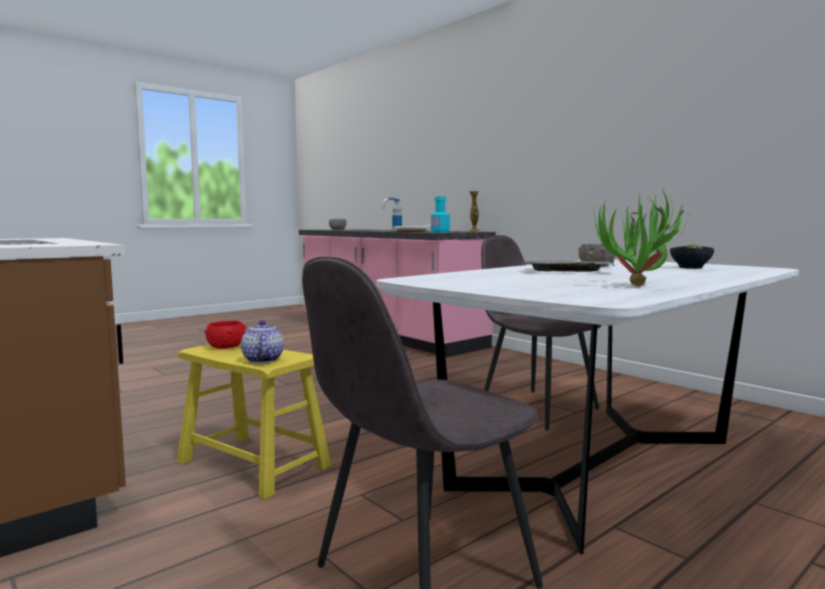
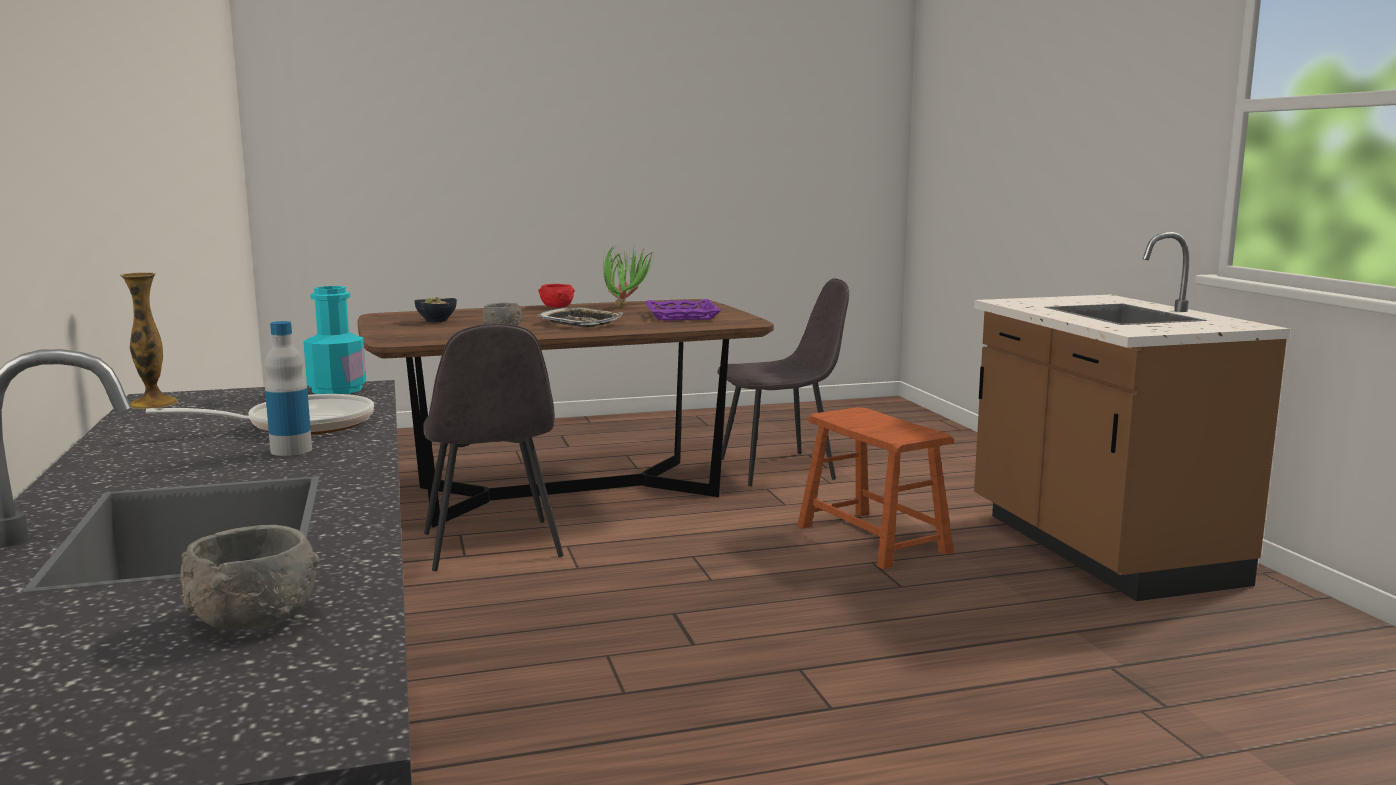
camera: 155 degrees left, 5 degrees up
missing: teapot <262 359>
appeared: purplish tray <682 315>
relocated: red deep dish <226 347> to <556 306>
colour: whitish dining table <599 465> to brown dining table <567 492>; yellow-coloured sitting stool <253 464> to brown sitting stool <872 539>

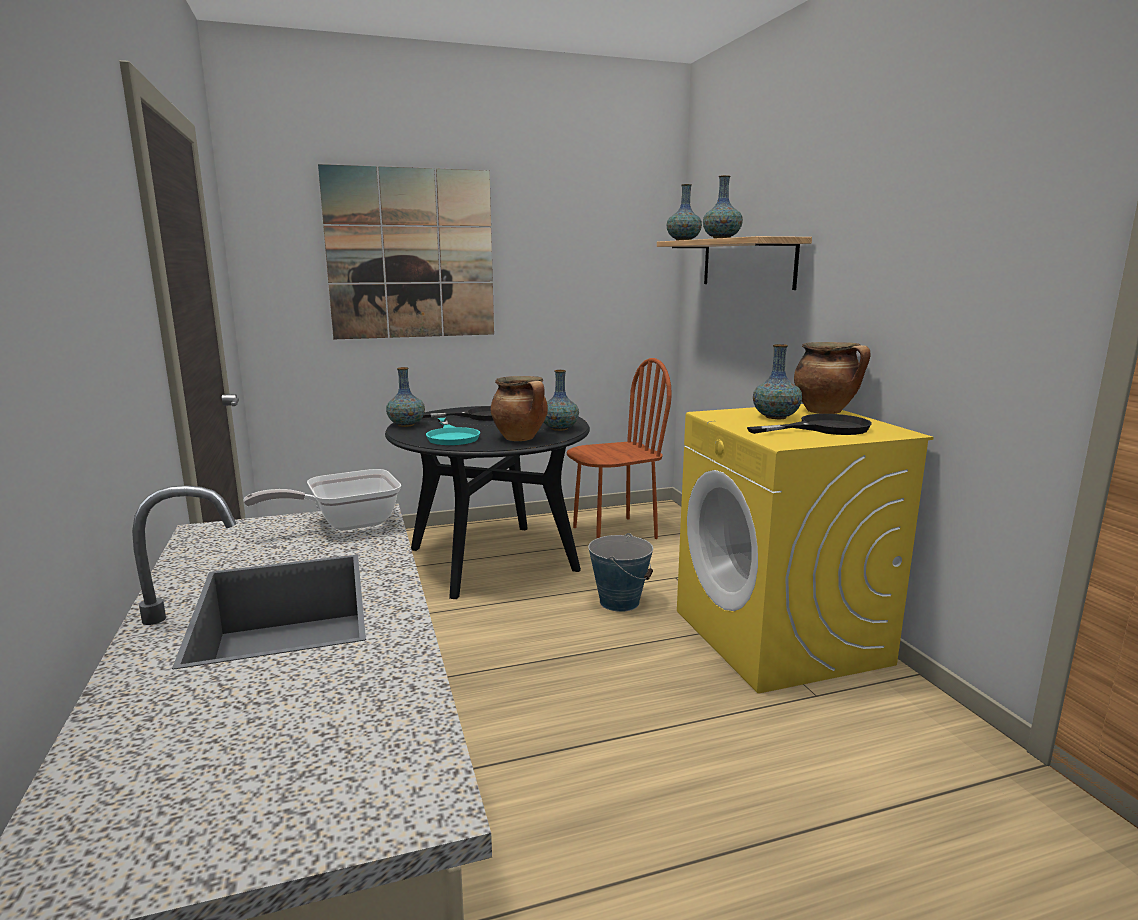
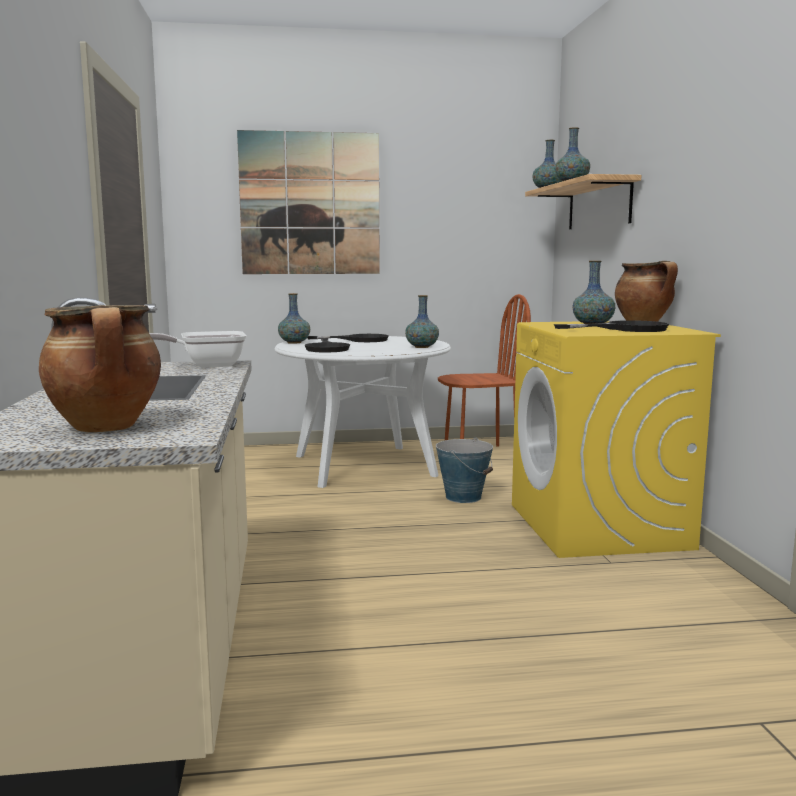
camera: 10 degrees right, 5 degrees down
relocated: saucepot <521 438> to <107 428>
colour: black dining table <492 559> to whitish dining table <364 465>; blue-green frying pan <451 436> to black frying pan <327 348>

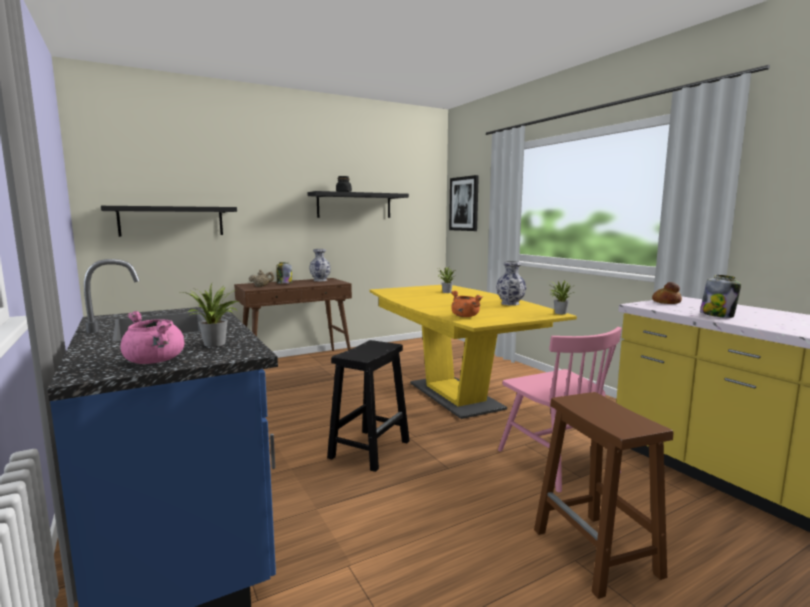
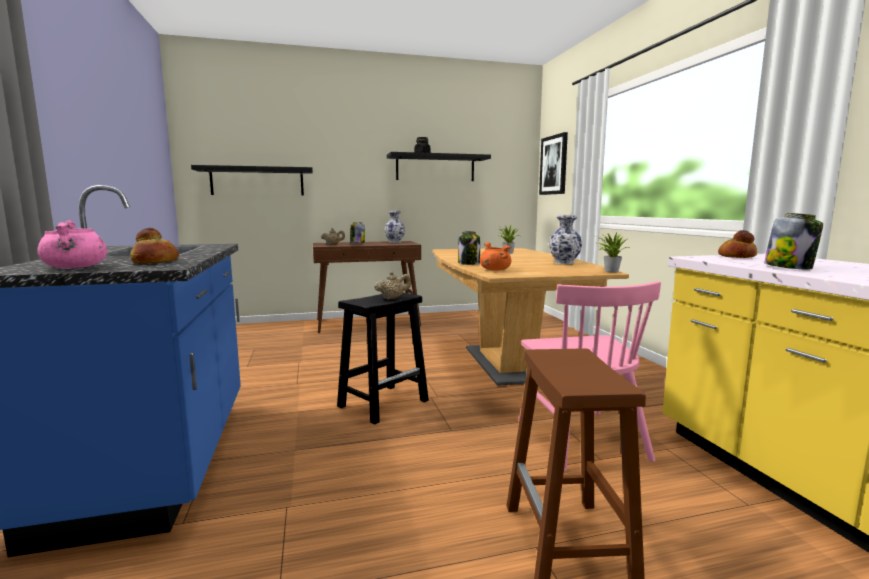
camera: 15 degrees right, 0 degrees up
appeared: preserve jar <469 263>; sand-coloured teapot <392 298>
exchanged: houseplant <215 344> to baked bread <156 261>
colour: yellow-coloured dining table <455 396> to brown dining table <505 363>

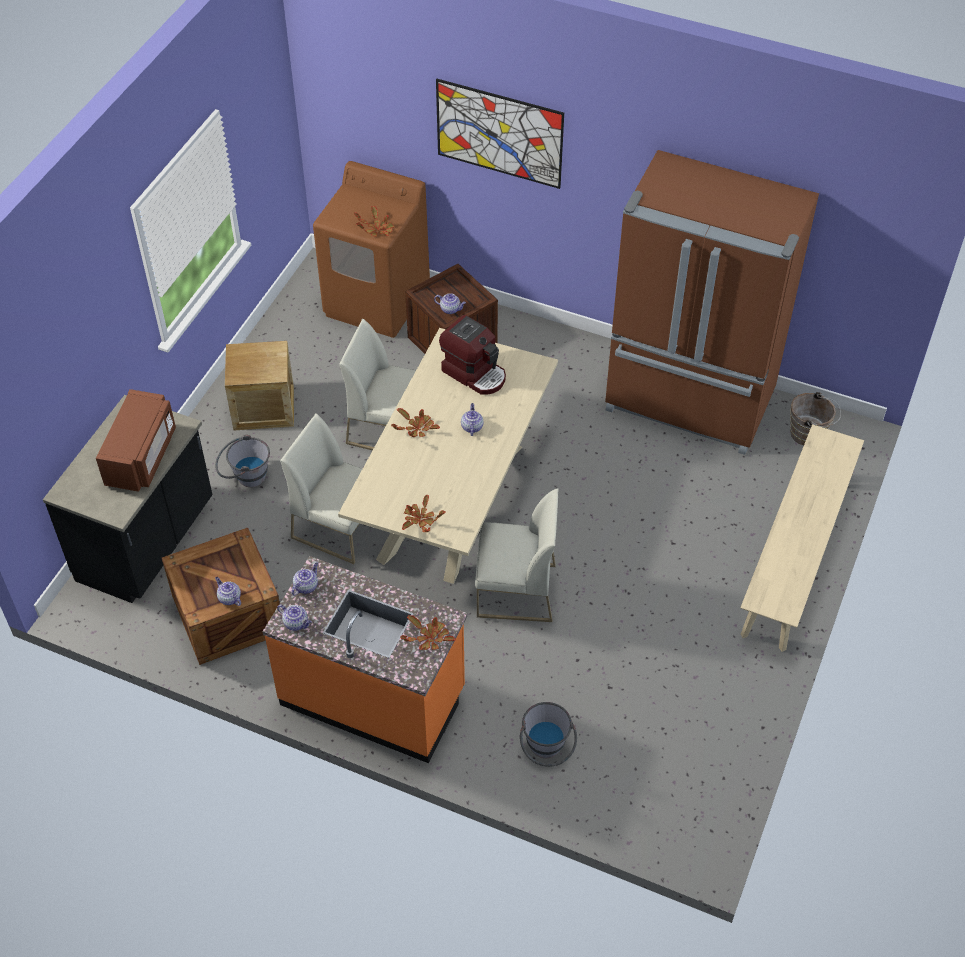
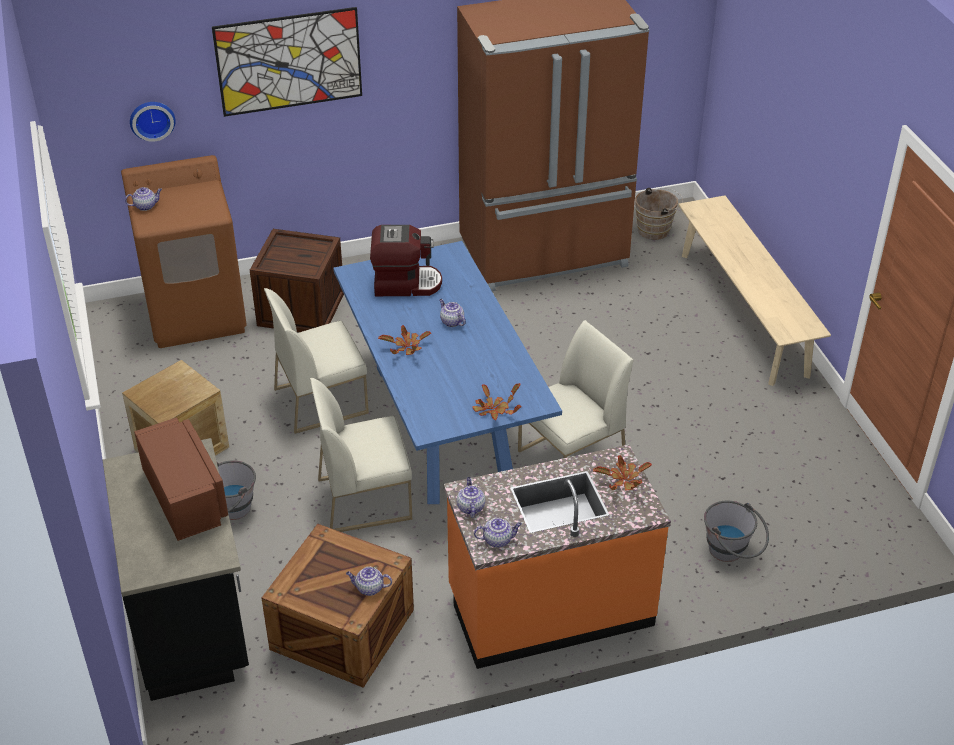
camera: 40 degrees left, 10 degrees down
missing: houseplant <377 229>
appeared: wall clock <152 119>
relocated: teapot <450 309> to <146 206>
colour: sand-coloured dining table <453 501> to blue dining table <441 422>

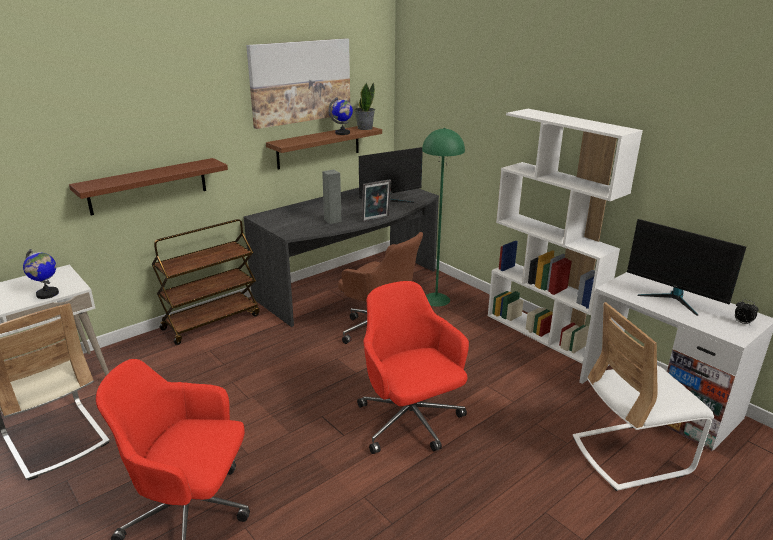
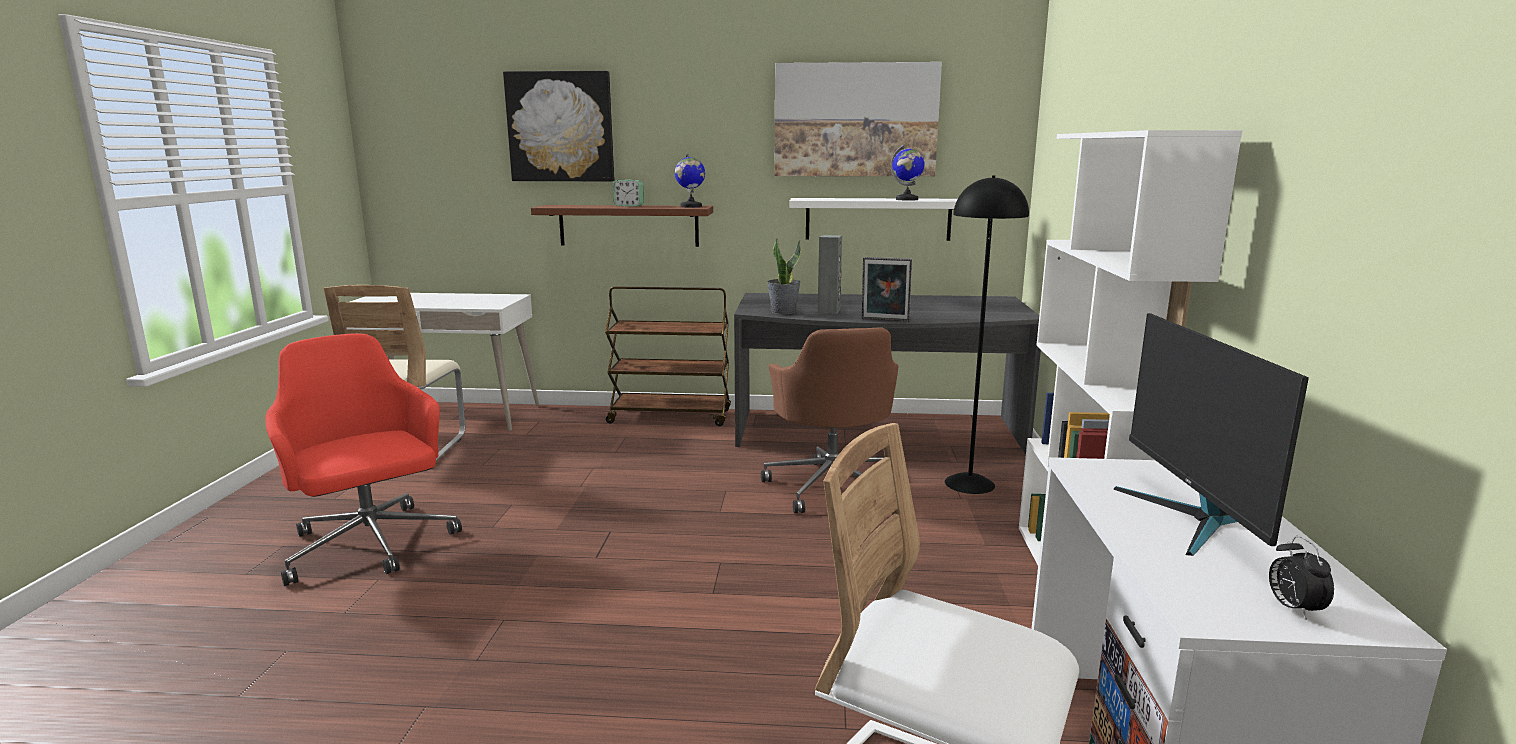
camera: 45 degrees right, 10 degrees down
missing: computer screen <390 202>; red desk chair <410 422>
appeared: wall art <560 127>; bedside clock <629 206>
relocated: houseplant <364 128> to <783 311>; globe <47 294> to <691 206>
colour: brown bracket shelf <319 146> to whitish bracket shelf <878 219>; green floor lamp <435 299> to black floor lamp <969 483>

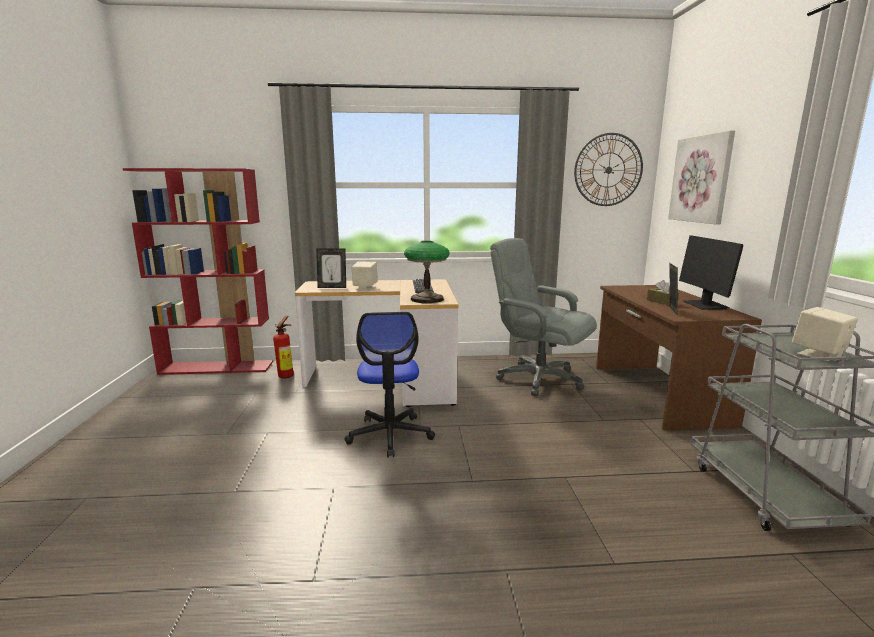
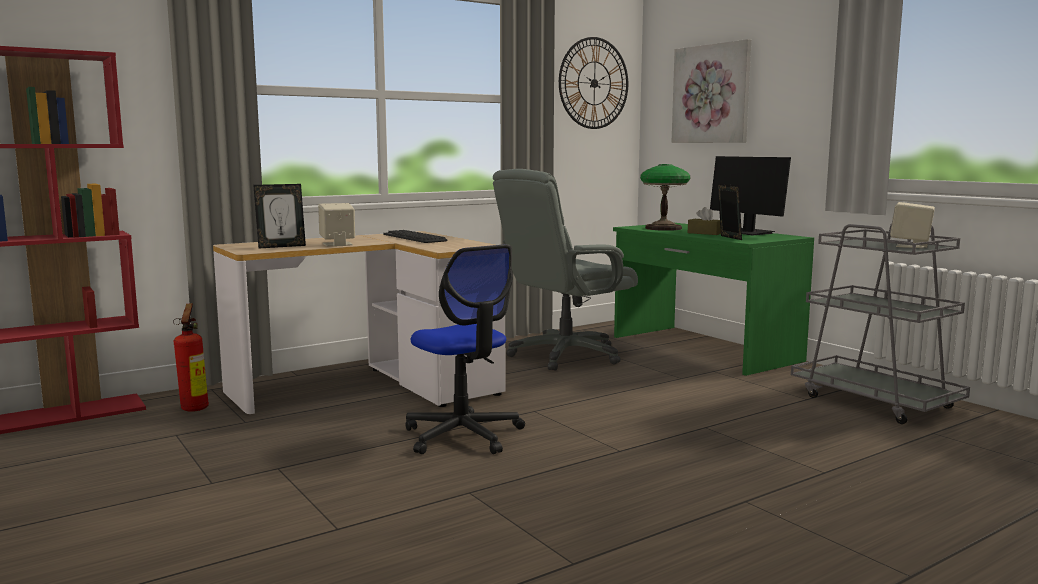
camera: 30 degrees left, 5 degrees down
relocated: table lamp <427 299> to <663 228>
colour: brown desk unit <656 393> to green desk unit <702 349>
spun: gray desk chair <538 379> = <564 356> 45 degrees counterclockwise

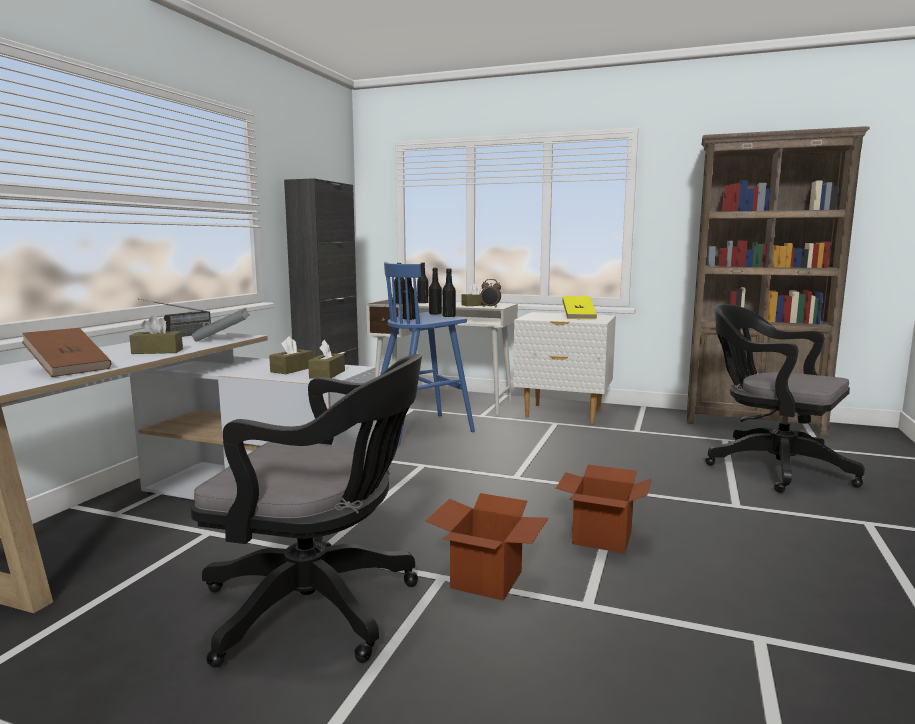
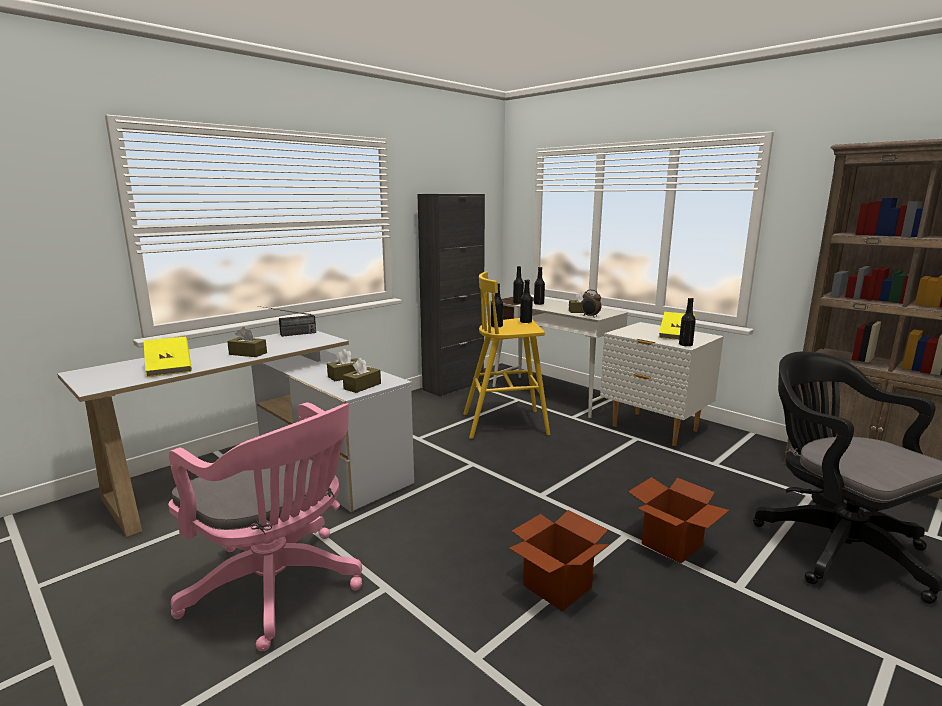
camera: 25 degrees right, 5 degrees up
missing: gray book <222 338>
relocated: black drink bottle <449 316> to <685 345>; cardboard box <486 579> to <671 544>
colour: blue sitting stool <422 429> to yellow-coloured sitting stool <506 424>; brown book <69 369> to yellow-coloured book <169 368>; black desk chair <320 608> to pink-coloured desk chair <279 588>

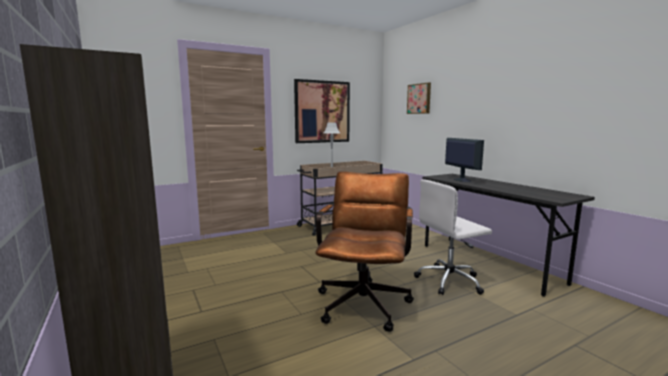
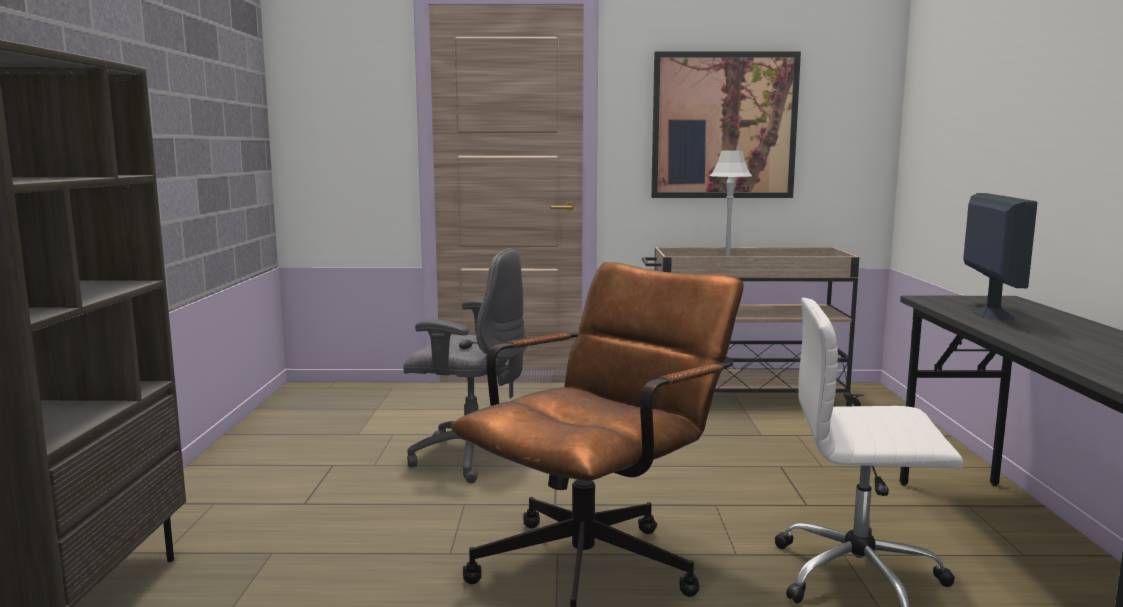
camera: 30 degrees right, 0 degrees up
missing: wall art <419 98>
appeared: gray desk chair <471 456>

